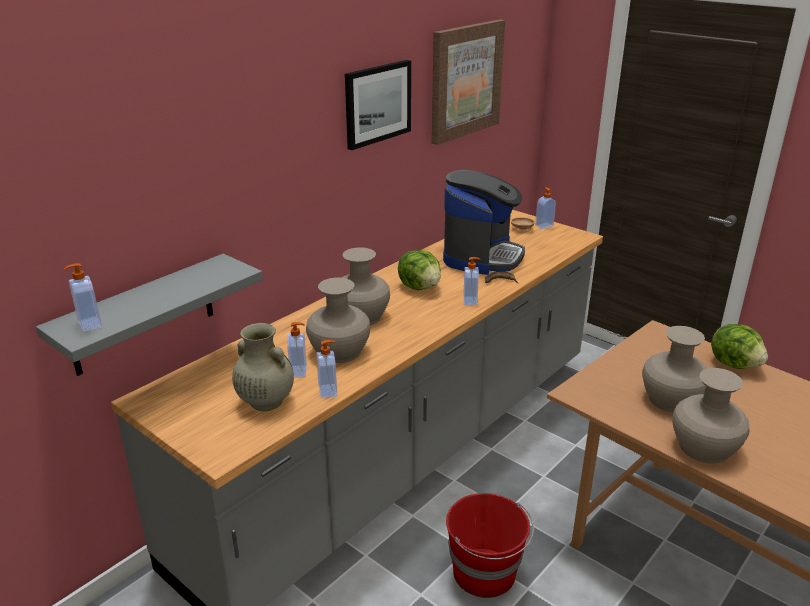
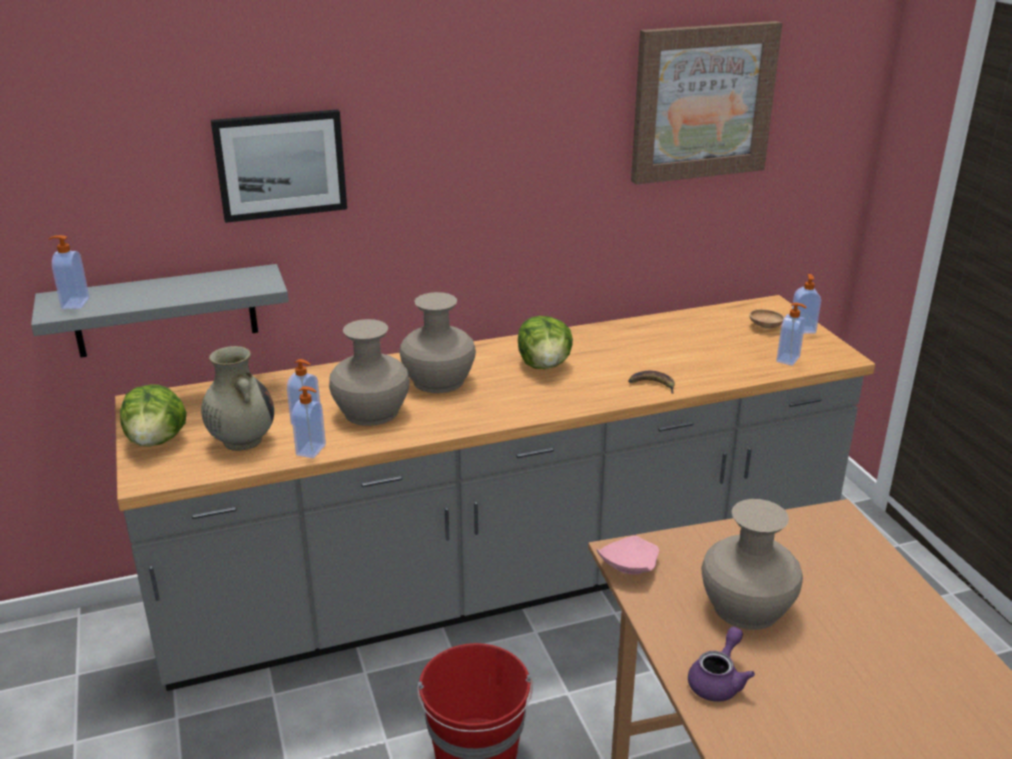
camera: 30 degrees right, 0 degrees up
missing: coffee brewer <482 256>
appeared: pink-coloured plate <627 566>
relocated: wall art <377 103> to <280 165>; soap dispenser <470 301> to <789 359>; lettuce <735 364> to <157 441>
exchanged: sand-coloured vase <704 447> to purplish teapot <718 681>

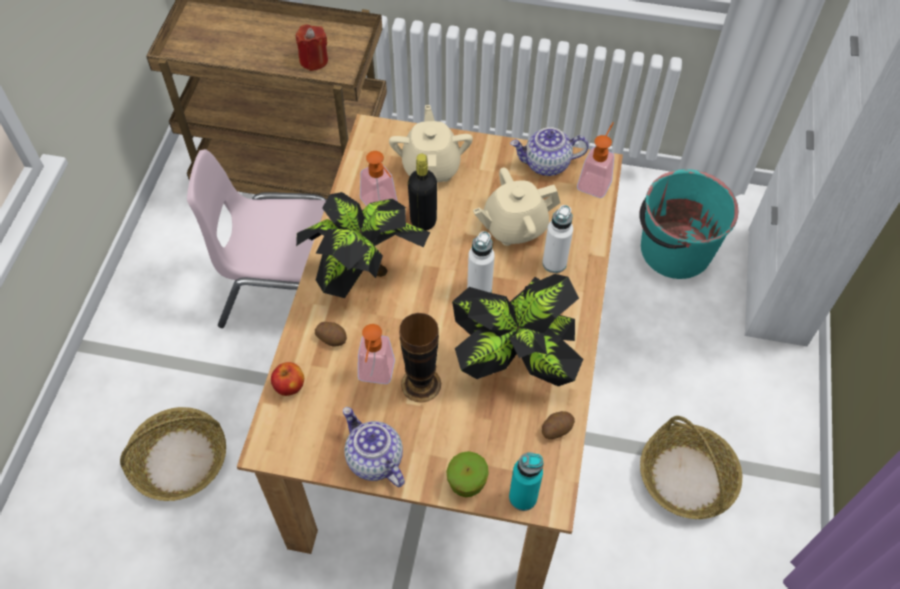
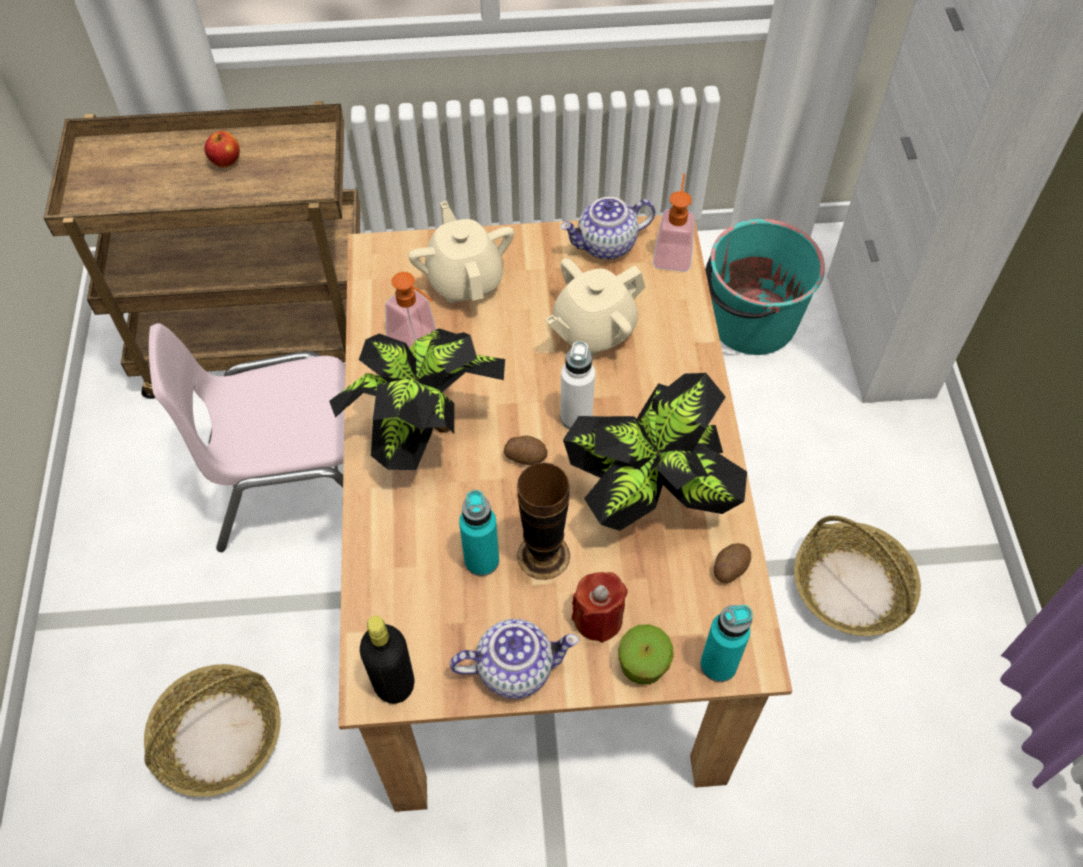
camera: 15 degrees left, 0 degrees up
missing: whitish drink bottle <554 263>
relocated: red candle <314 60> to <598 618>; black drink bottle <423 220> to <394 683>; potato <332 338> to <526 456>; apple fruit <289 386> to <226 161>
exchanged: soap dispenser <375 376> to blue-green drink bottle <481 560>
spun: teapot <373 459> = <515 668> 135 degrees clockwise

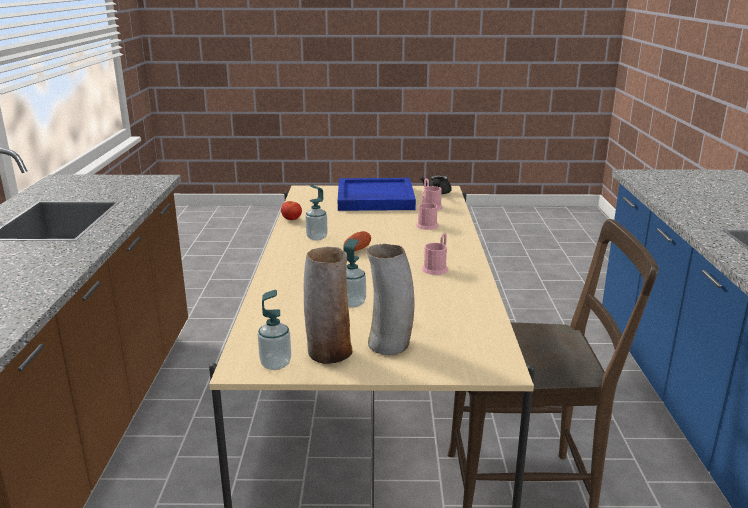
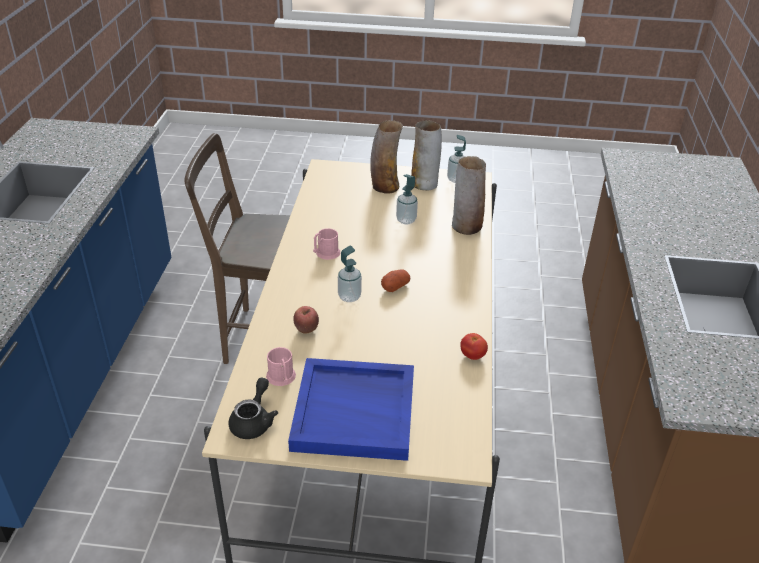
camera: 175 degrees left, 15 degrees up
appeared: vase <466 227>
relocated: soap dispenser <317 237> to <349 297>
exchanged: pink-coloured tea mug <426 224> to apple fruit <306 330>

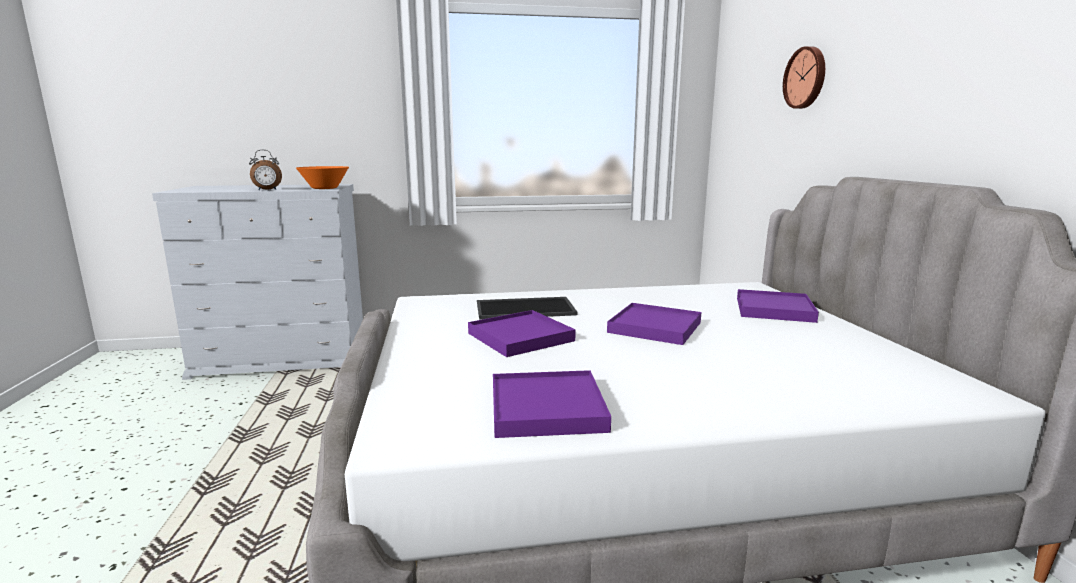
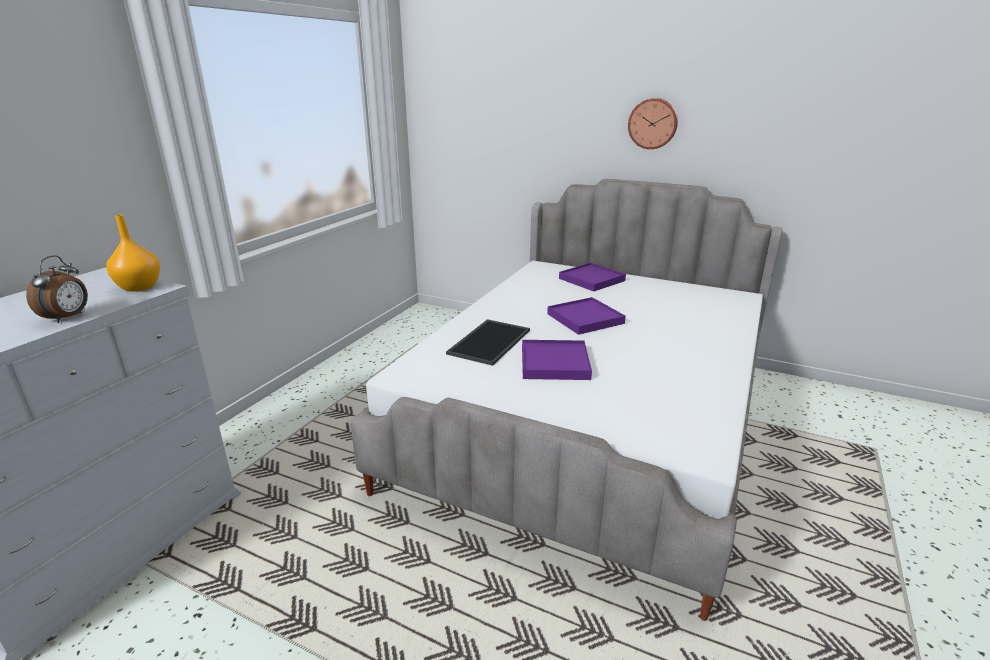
camera: 55 degrees left, 10 degrees up
missing: purplish tray <547 408>
relocated: wall clock <806 78> to <653 123>
exchanged: orangey deep dish <324 188> to orangey vase <139 287>

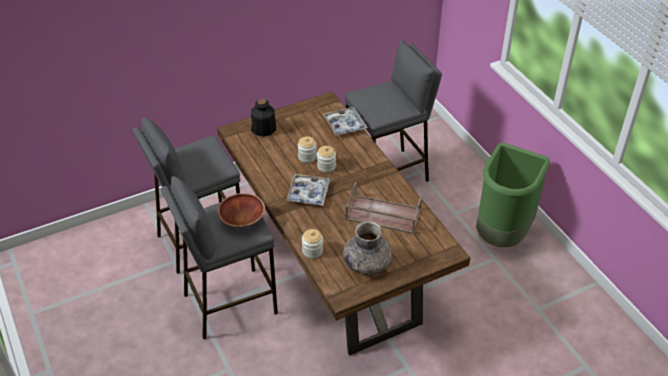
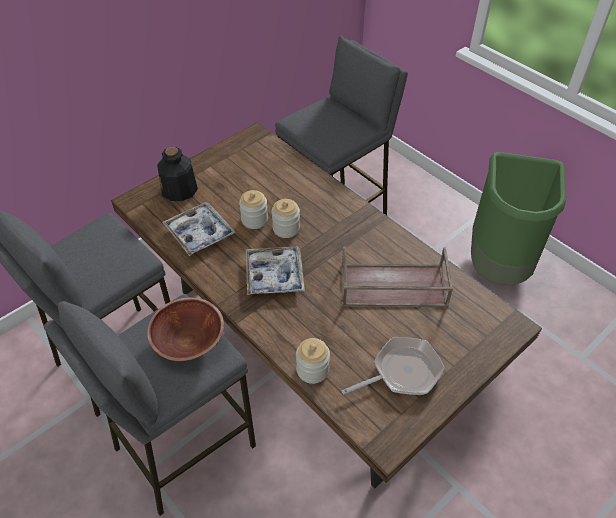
camera: 15 degrees left, 5 degrees up
relocated: tray <344 125> to <199 233>
exchanged: gray vase <367 263> to frying pan <402 372>

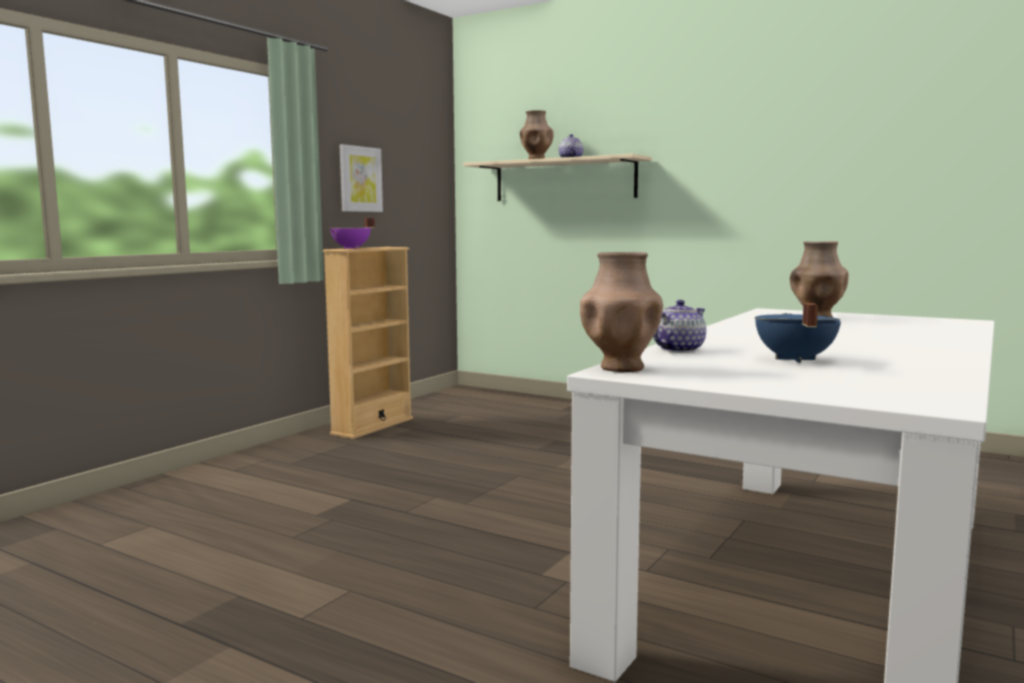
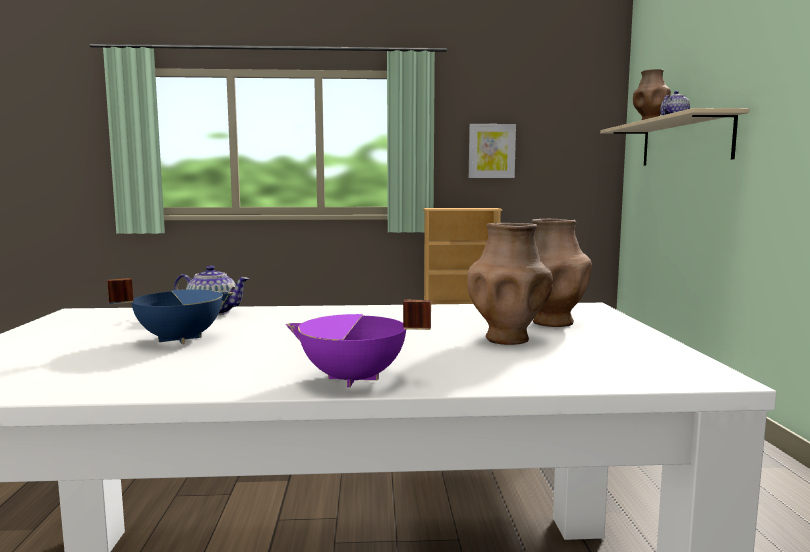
camera: 55 degrees right, 0 degrees up
relocated: purplish saucepot <352 248> to <353 379>; brown vase <621 368> to <507 339>

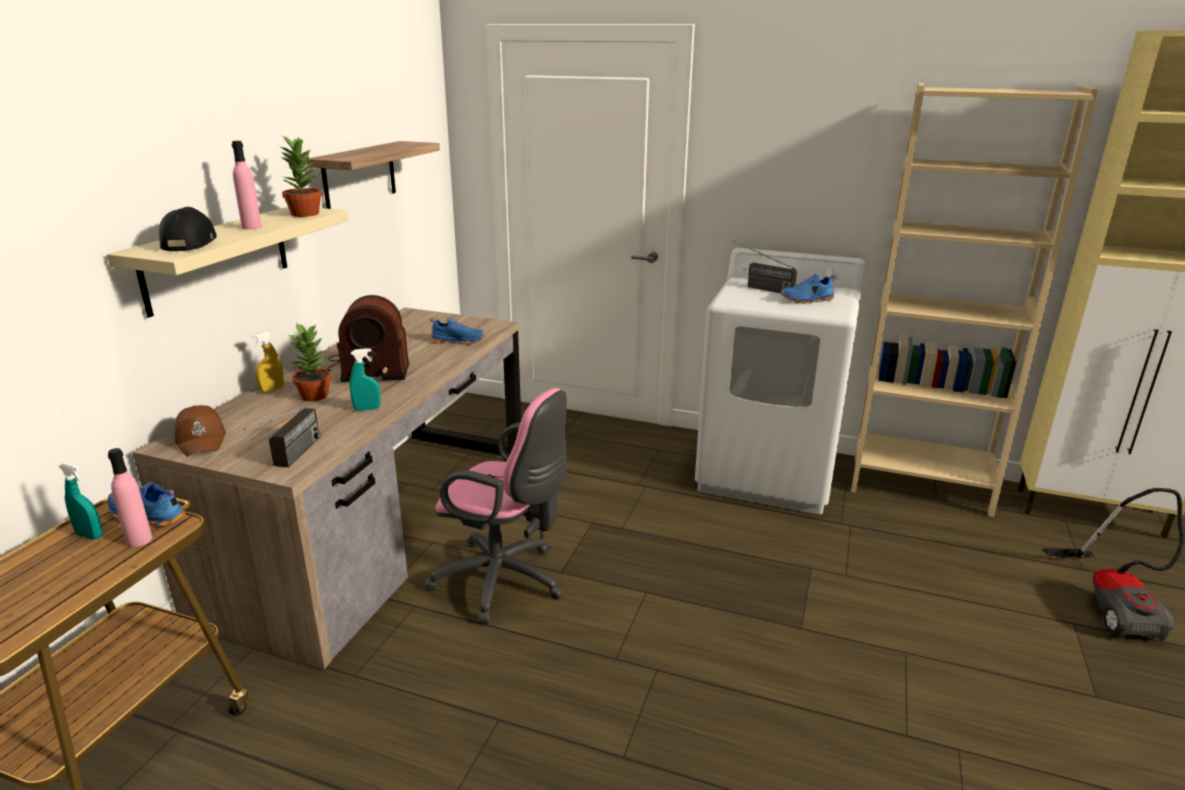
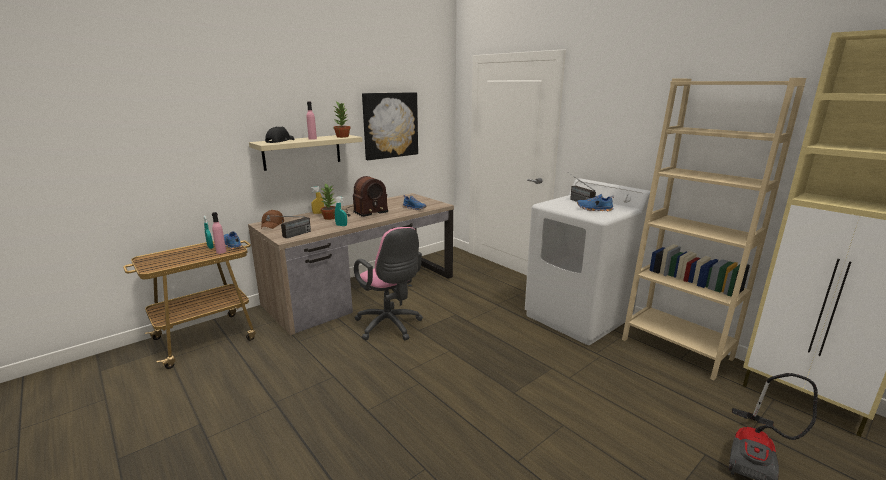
camera: 30 degrees right, 5 degrees down
exchanged: bracket shelf <359 175> to wall art <390 125>
spun: radio set <367 368> = <362 212> 60 degrees counterclockwise

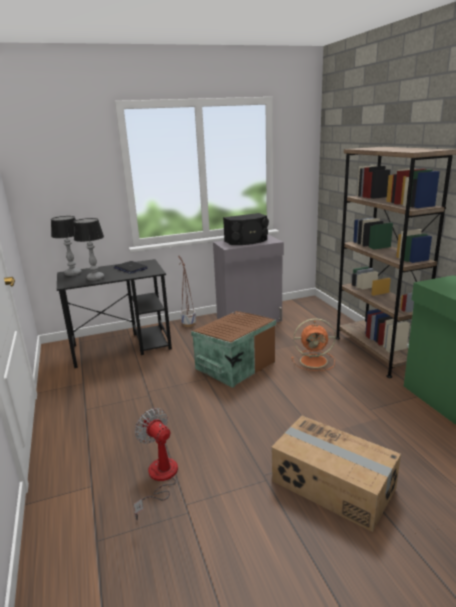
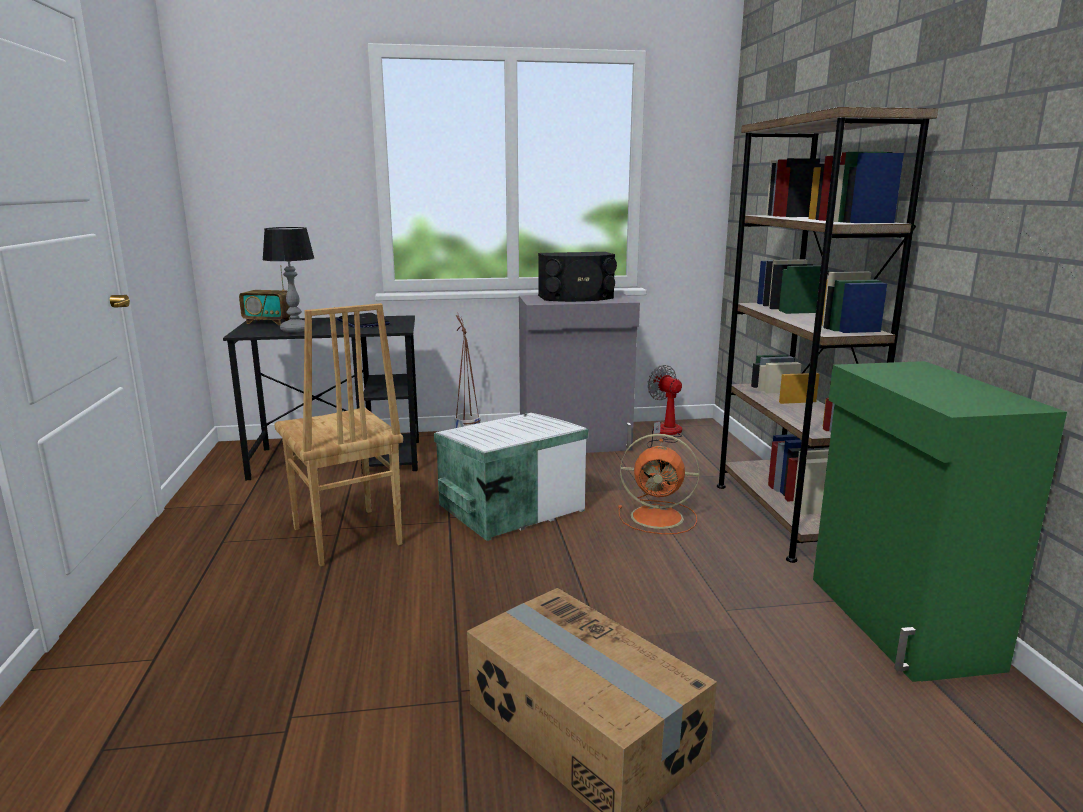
camera: 10 degrees right, 5 degrees down
appeared: brown plain chair <345 537>
relocated: cooling fan <159 478> to <665 433>
exchanged: table lamp <73 273> to radio set <269 322>
colour: brown storage bin <234 365> to whitish storage bin <508 507>

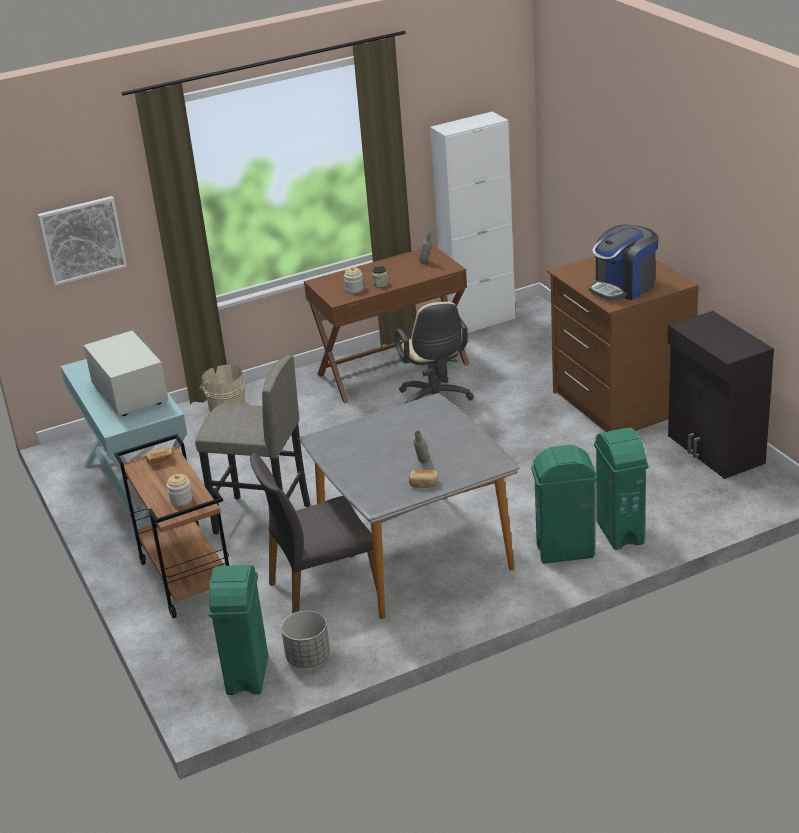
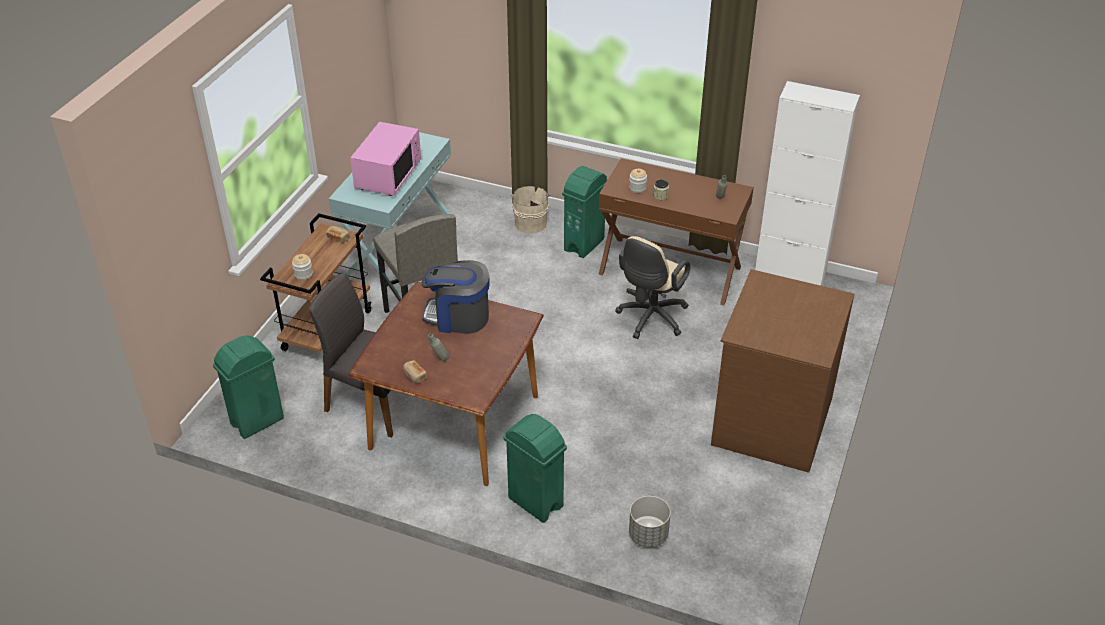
camera: 45 degrees right, 10 degrees up
missing: wall art <82 240>; black storage cabinet <714 450>
relocated: coffee brewer <623 287> to <458 317>; green rubbish bin <620 532> to <584 244>; gray planter <308 658> to <648 535>
colour: whitish kitchen microwave <129 394> to pink-coloured kitchen microwave <388 176>; gray dining table <415 555> to brown dining table <454 423>

